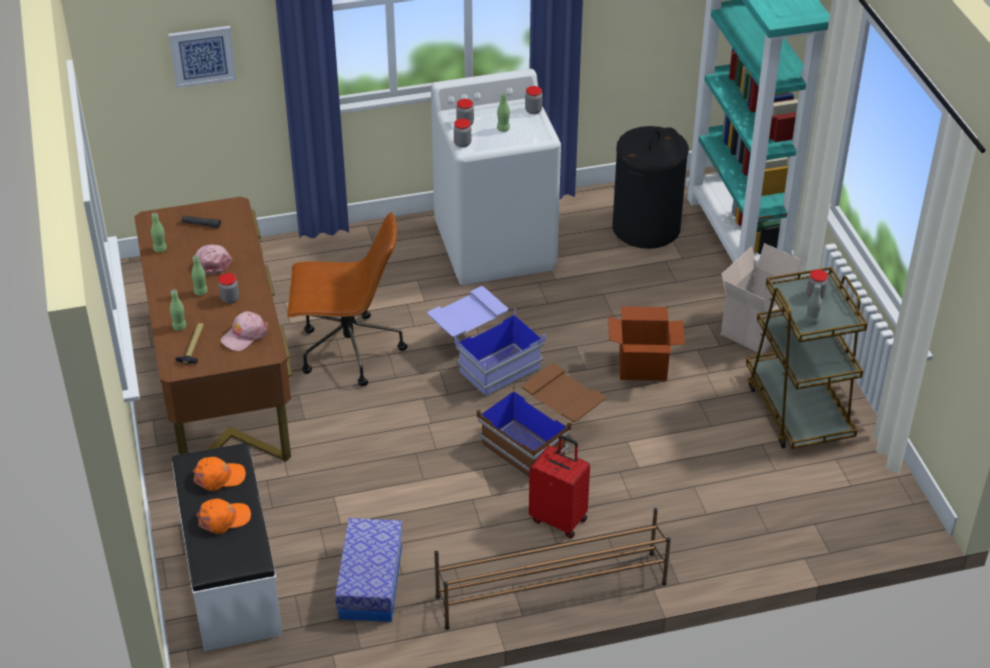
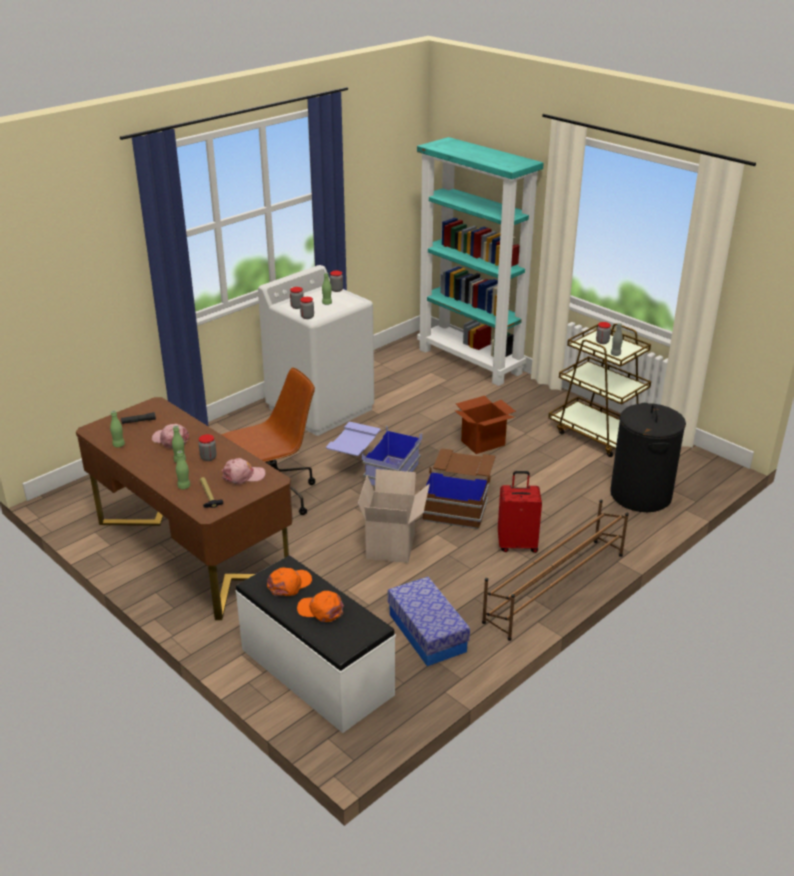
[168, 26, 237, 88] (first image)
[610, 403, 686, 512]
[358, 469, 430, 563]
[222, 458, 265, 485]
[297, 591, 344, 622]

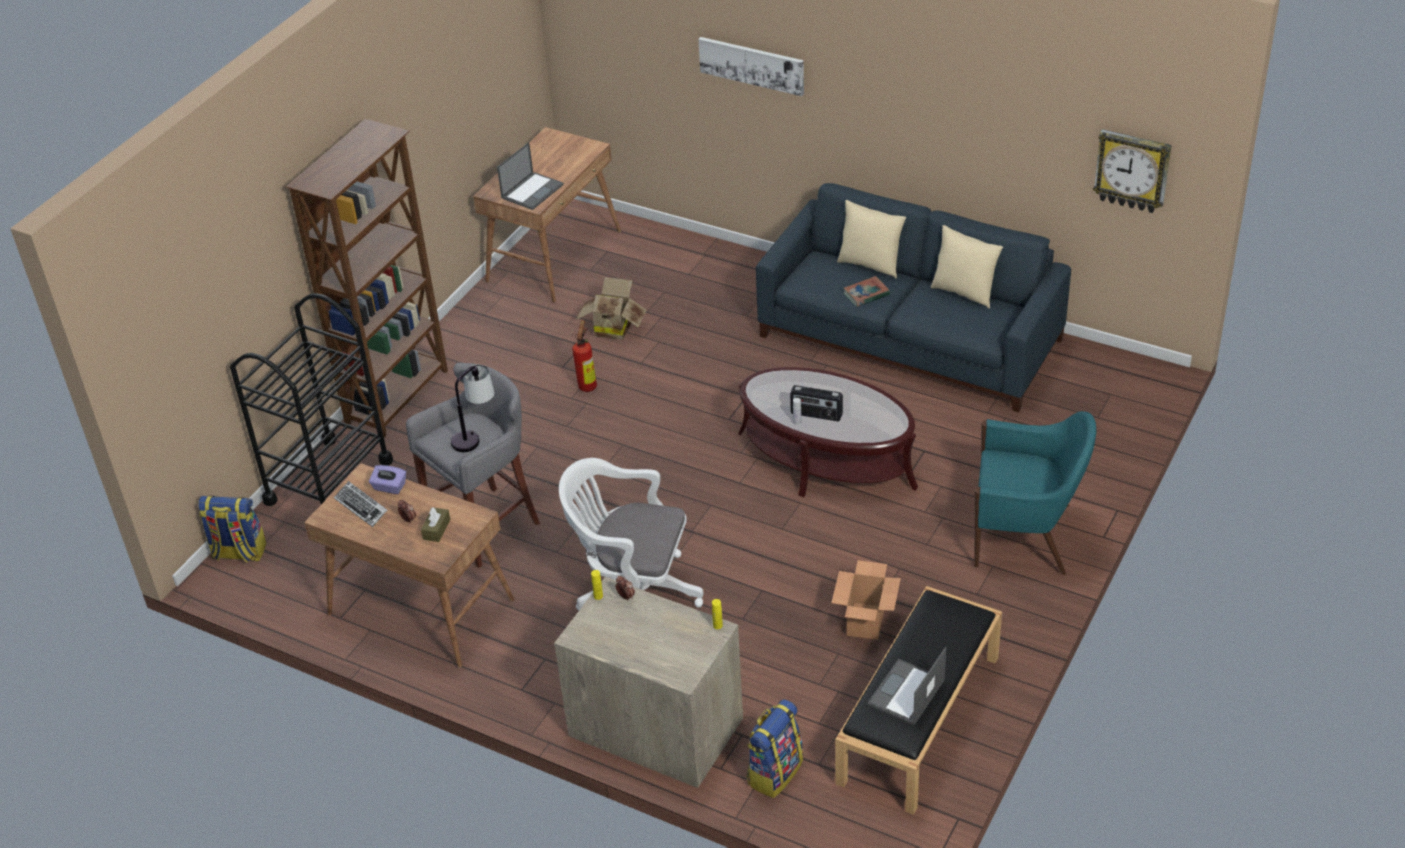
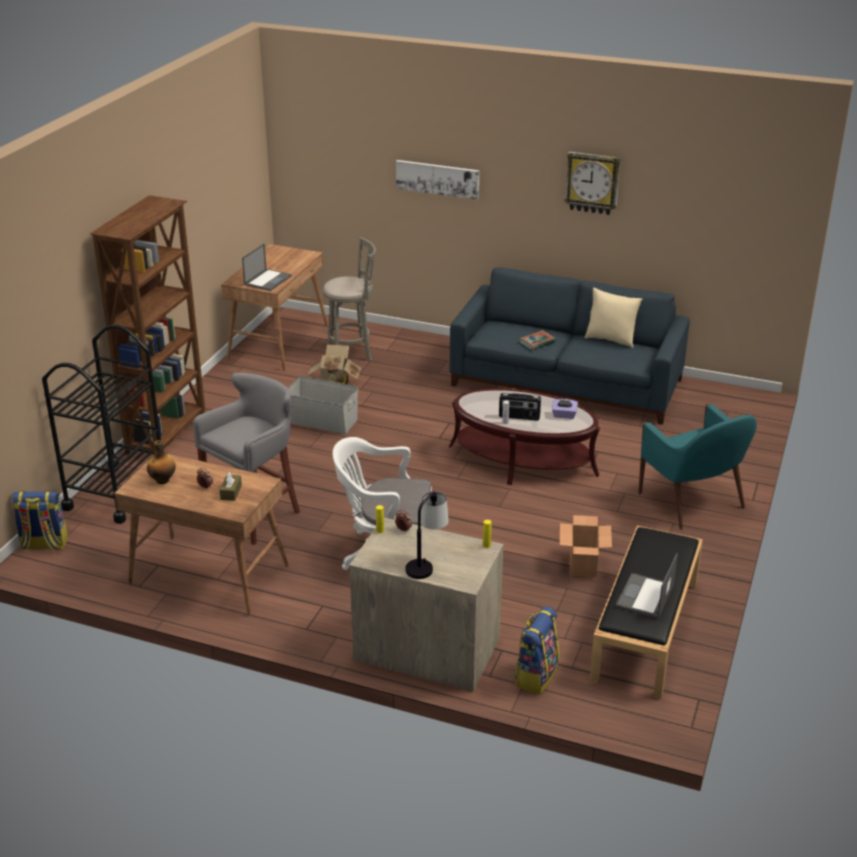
[565, 151, 621, 215]
[837, 200, 906, 278] (first image)
[288, 376, 358, 434]
[405, 491, 449, 579]
[639, 404, 757, 530]
[552, 399, 578, 419]
[147, 440, 176, 484]
[323, 237, 376, 361]

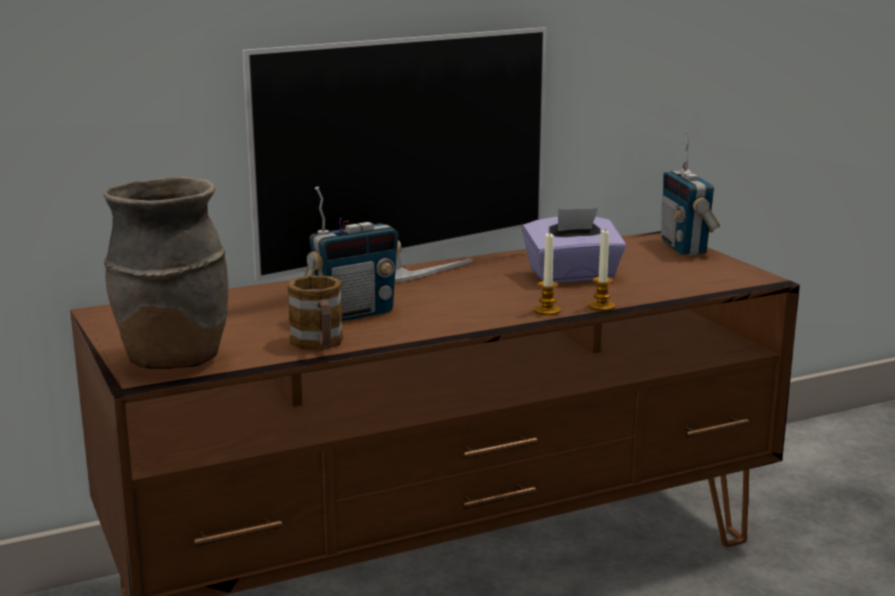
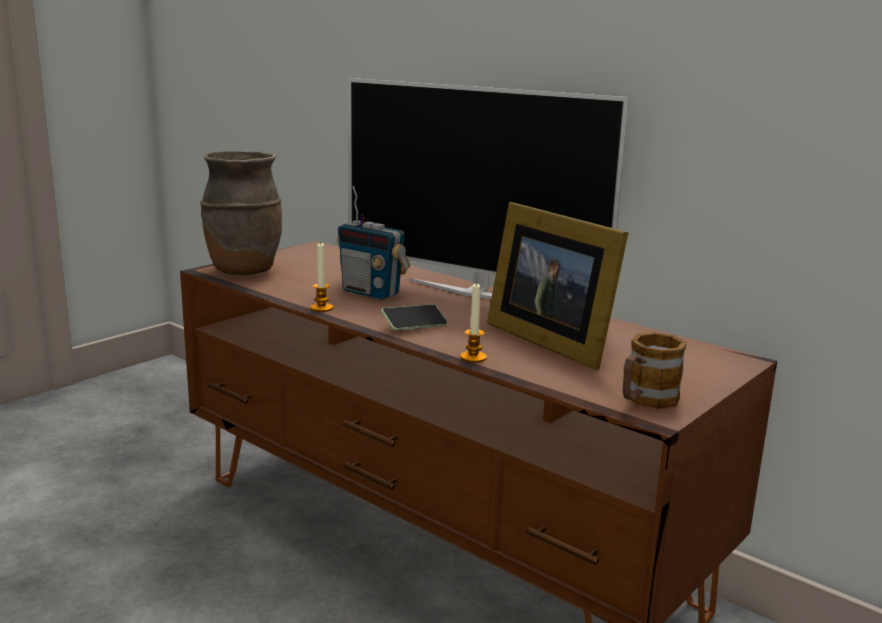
[661, 133, 720, 255] (first image)
[487, 202, 629, 370]
[310, 242, 333, 312]
[623, 332, 687, 409]
[381, 304, 448, 330]

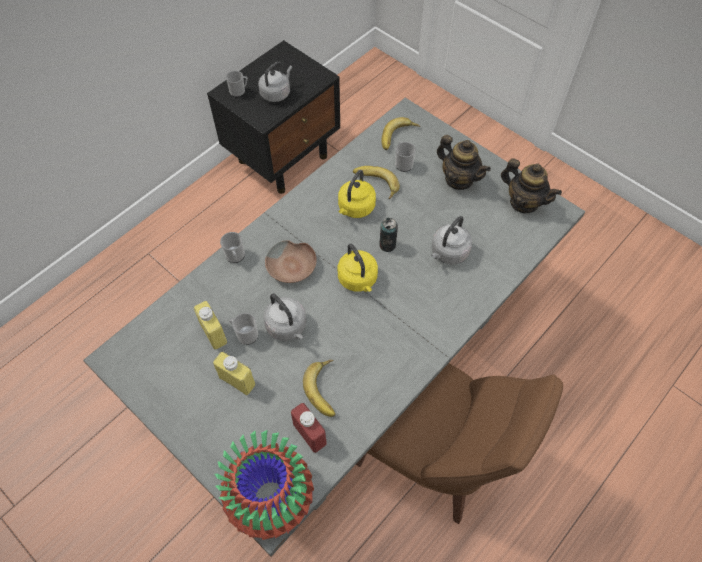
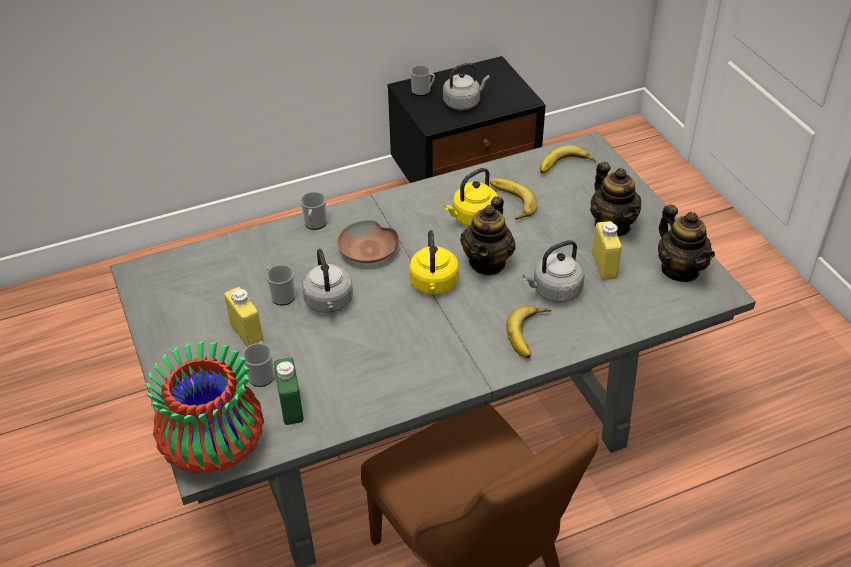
[242, 341, 275, 387]
[460, 196, 516, 275]
[592, 221, 622, 280]
[506, 305, 551, 358]
[274, 358, 303, 425]

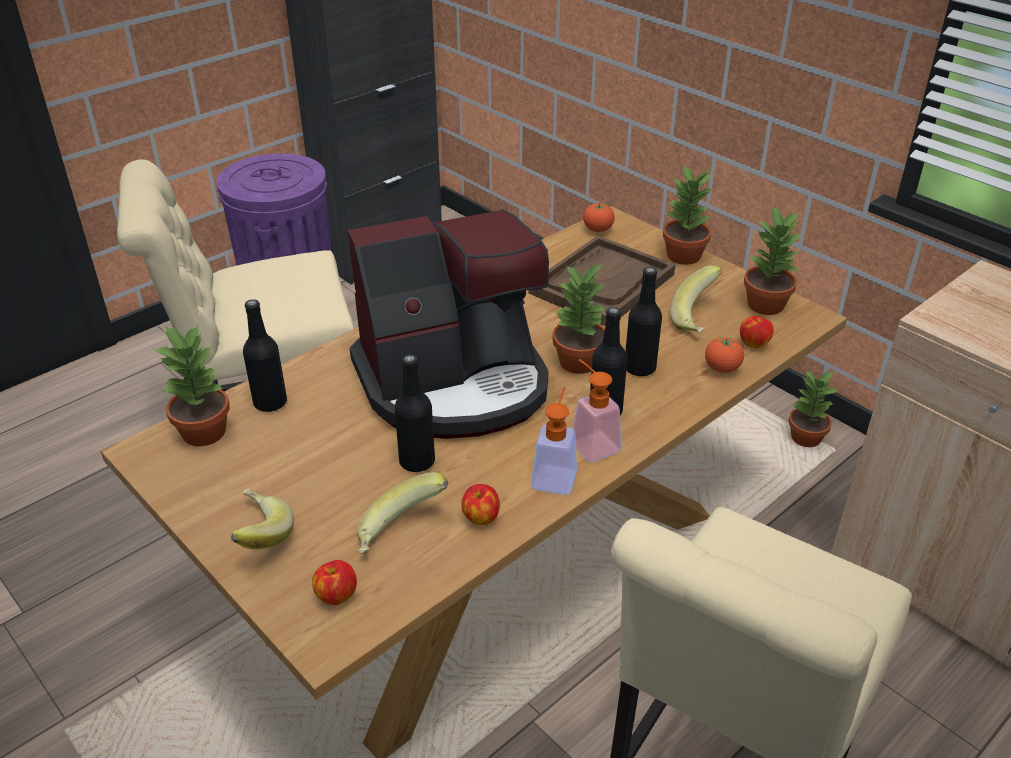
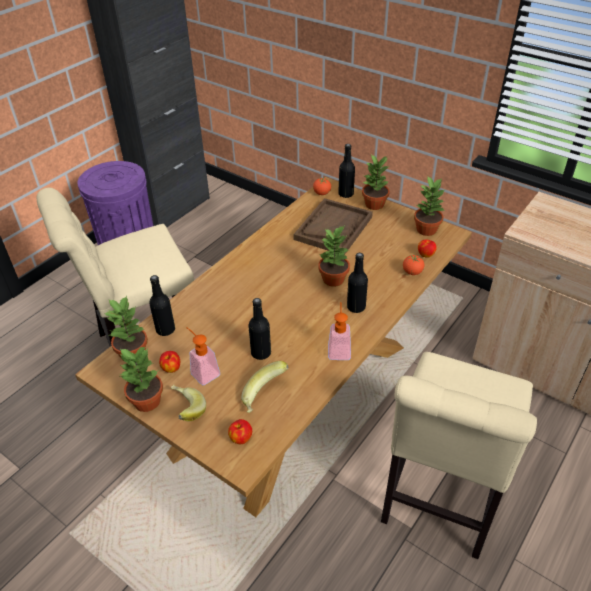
[348, 209, 549, 439] (first image)
[670, 265, 722, 334] (first image)
[338, 144, 355, 198]
[186, 327, 220, 385]
[119, 346, 163, 412]
[159, 351, 180, 373]

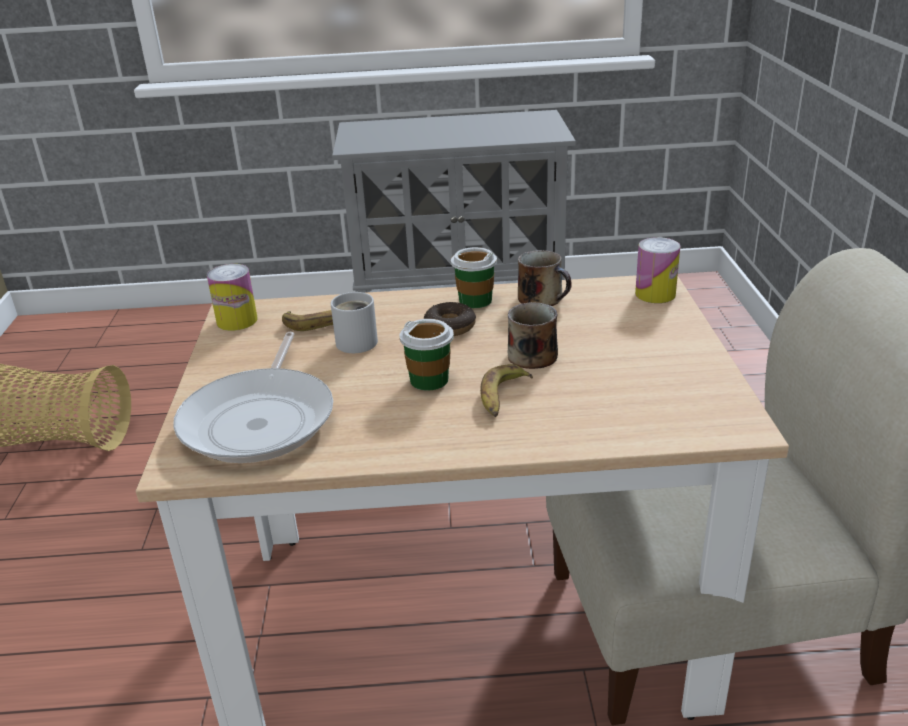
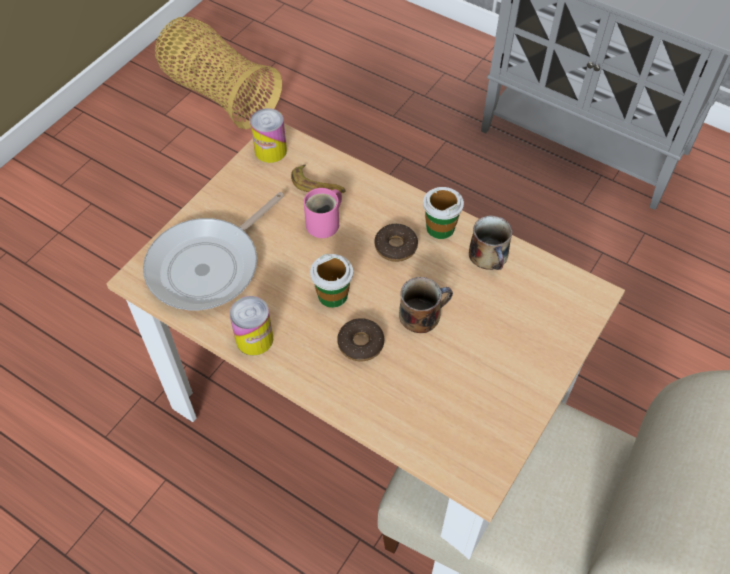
[229, 296, 273, 356]
[304, 188, 342, 238]
[337, 318, 384, 362]

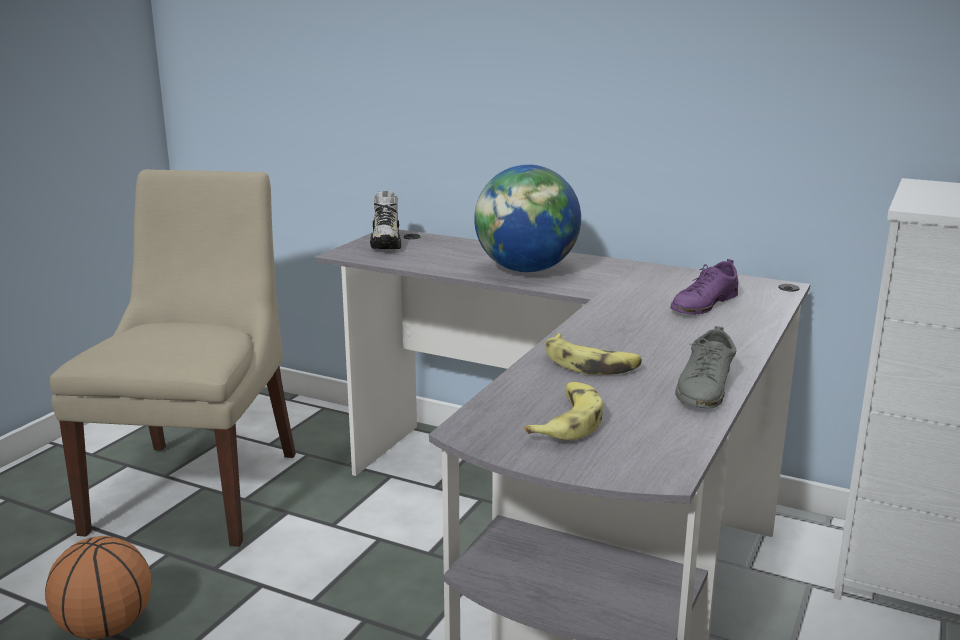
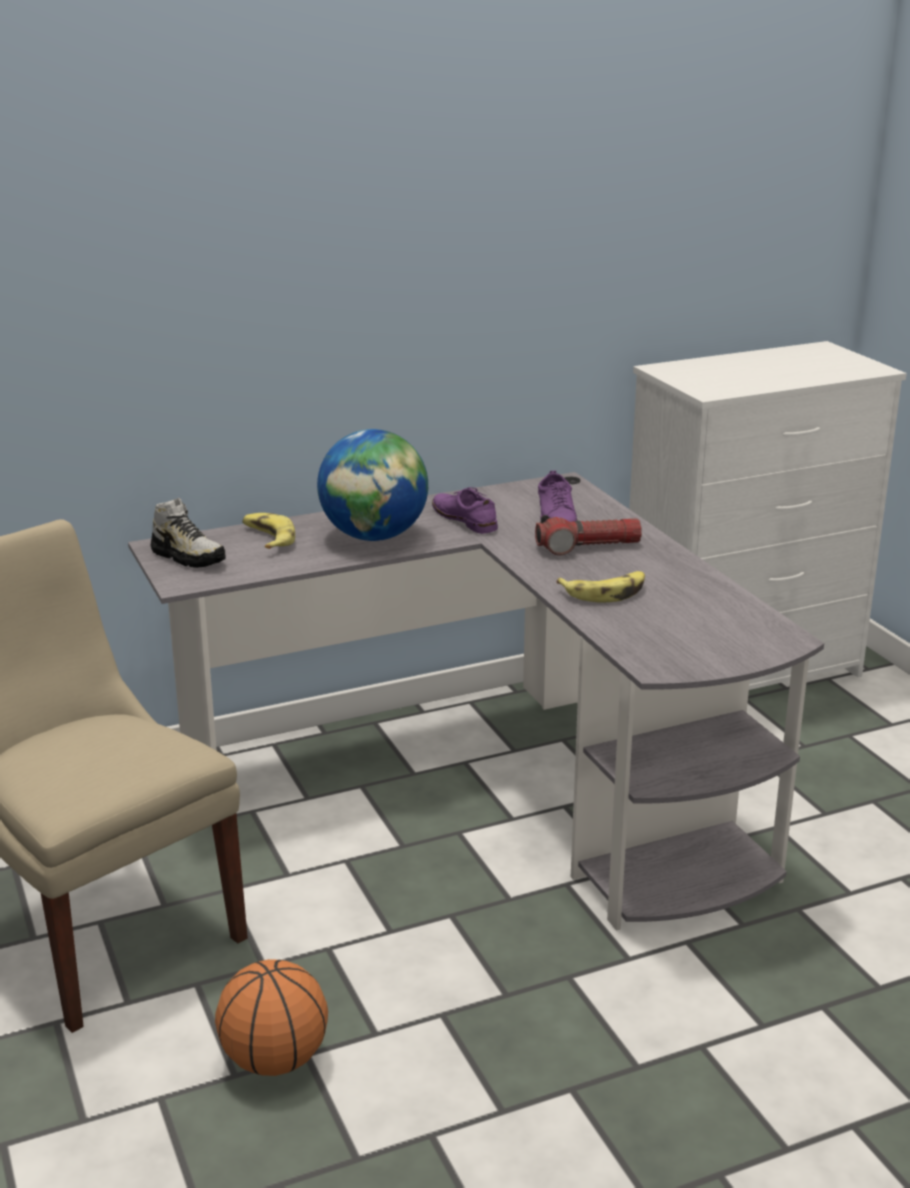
[675, 326, 736, 408] (first image)
[242, 513, 295, 549]
[432, 487, 498, 534]
[535, 515, 642, 555]

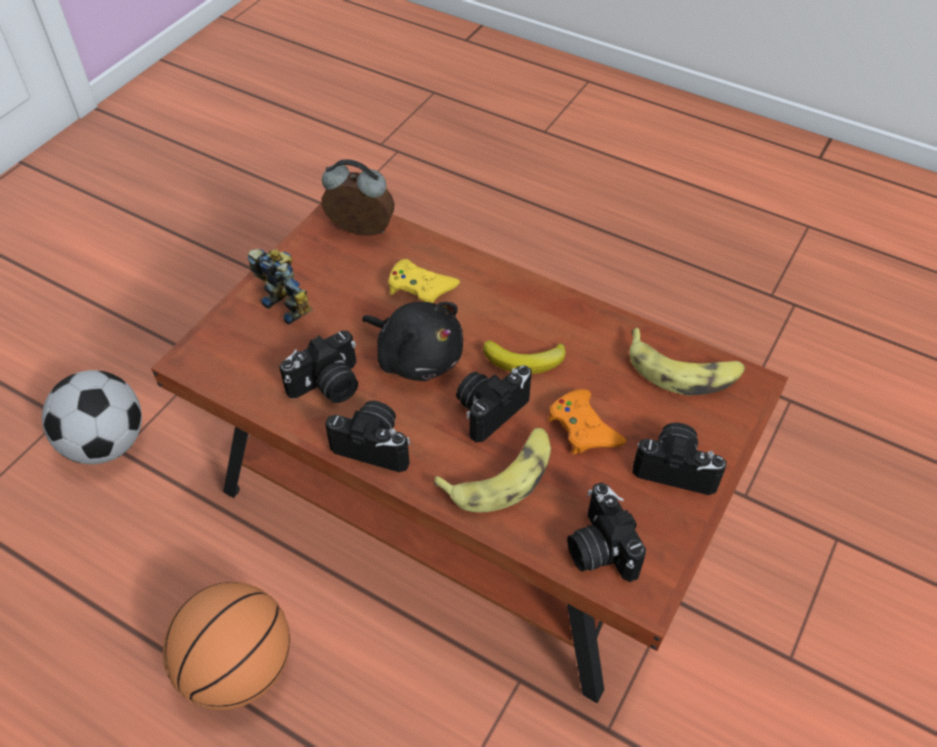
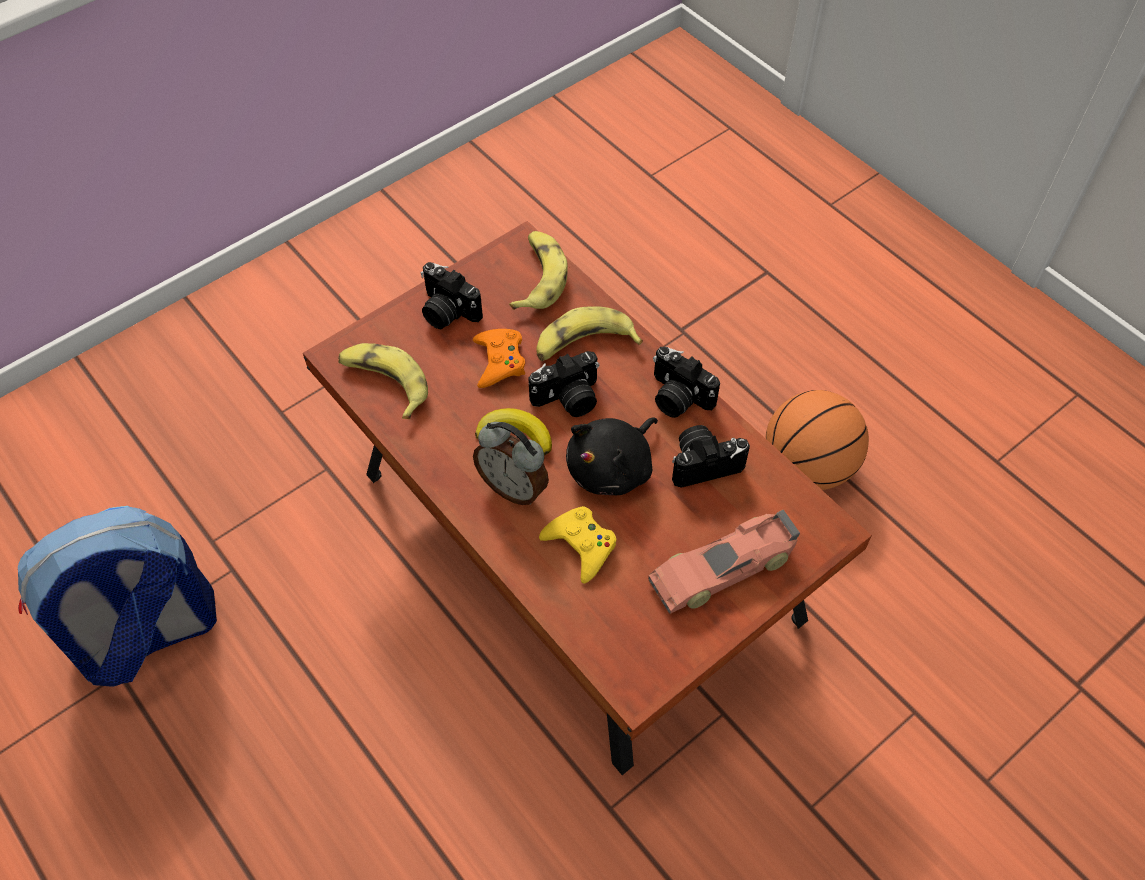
[473, 422, 549, 505]
[648, 510, 800, 614]
[566, 417, 658, 495]
[42, 370, 142, 464] (first image)
[509, 231, 568, 310]
[18, 506, 217, 687]

